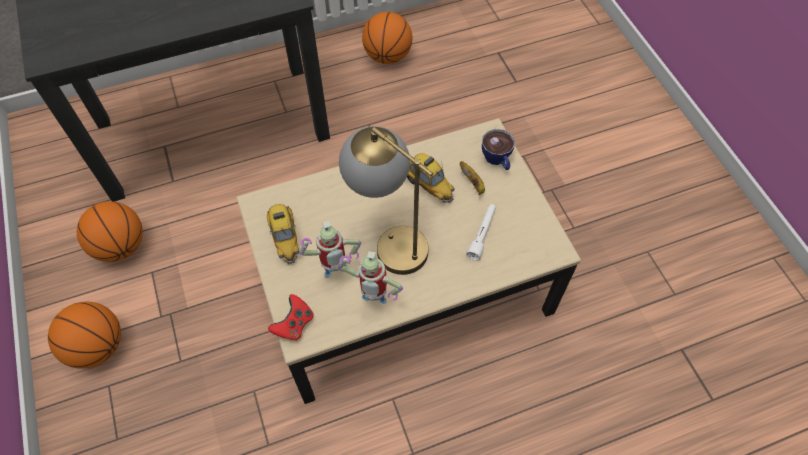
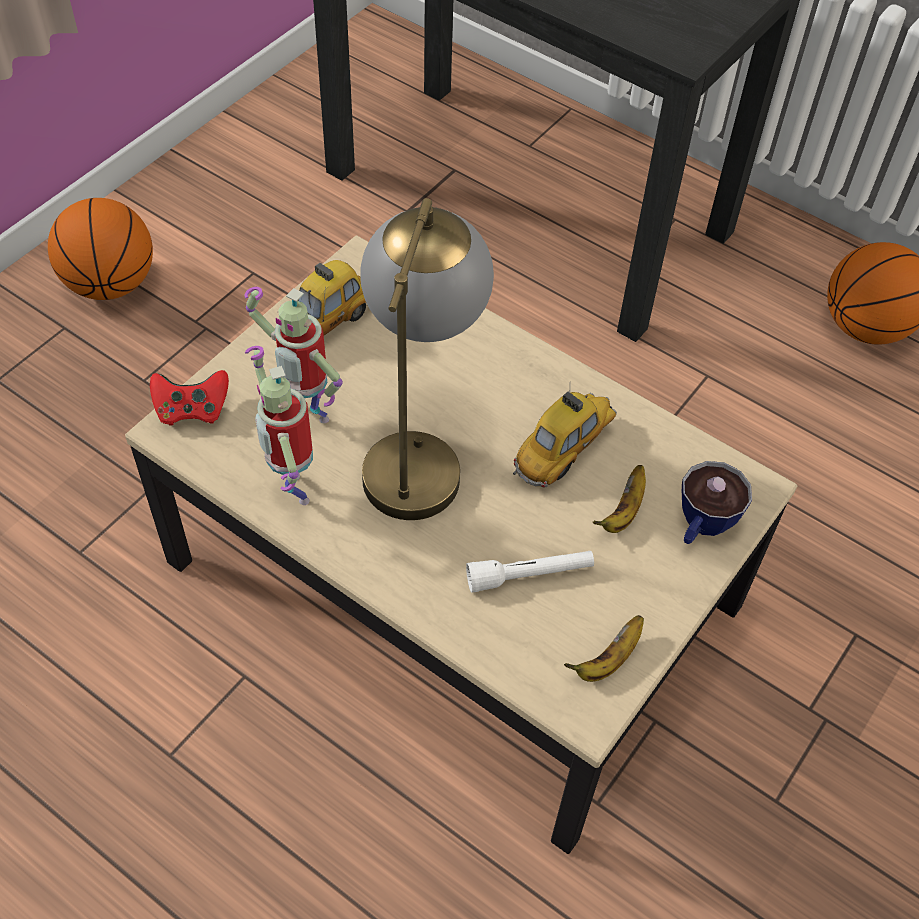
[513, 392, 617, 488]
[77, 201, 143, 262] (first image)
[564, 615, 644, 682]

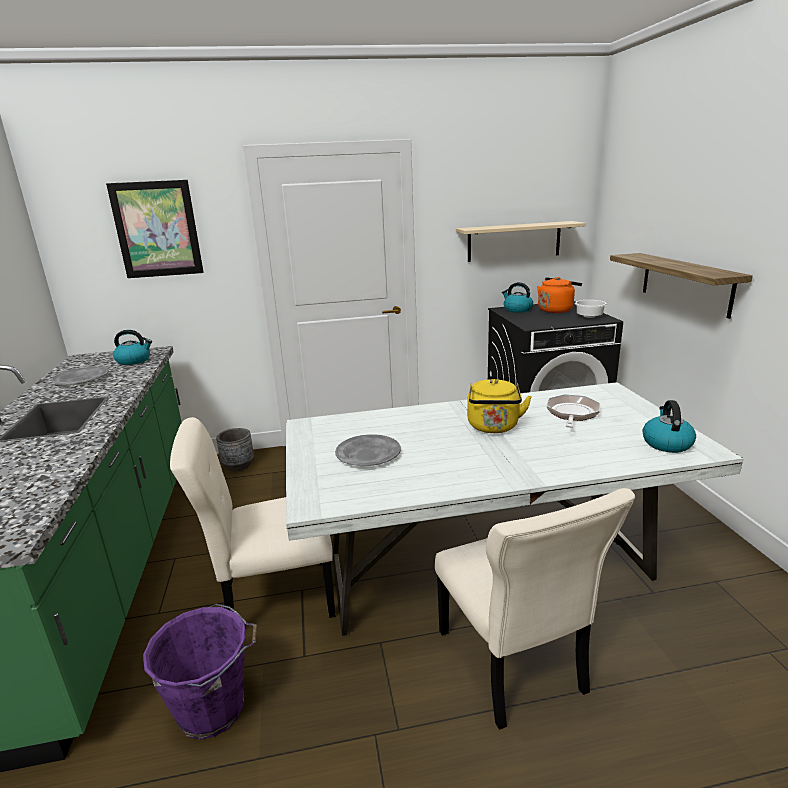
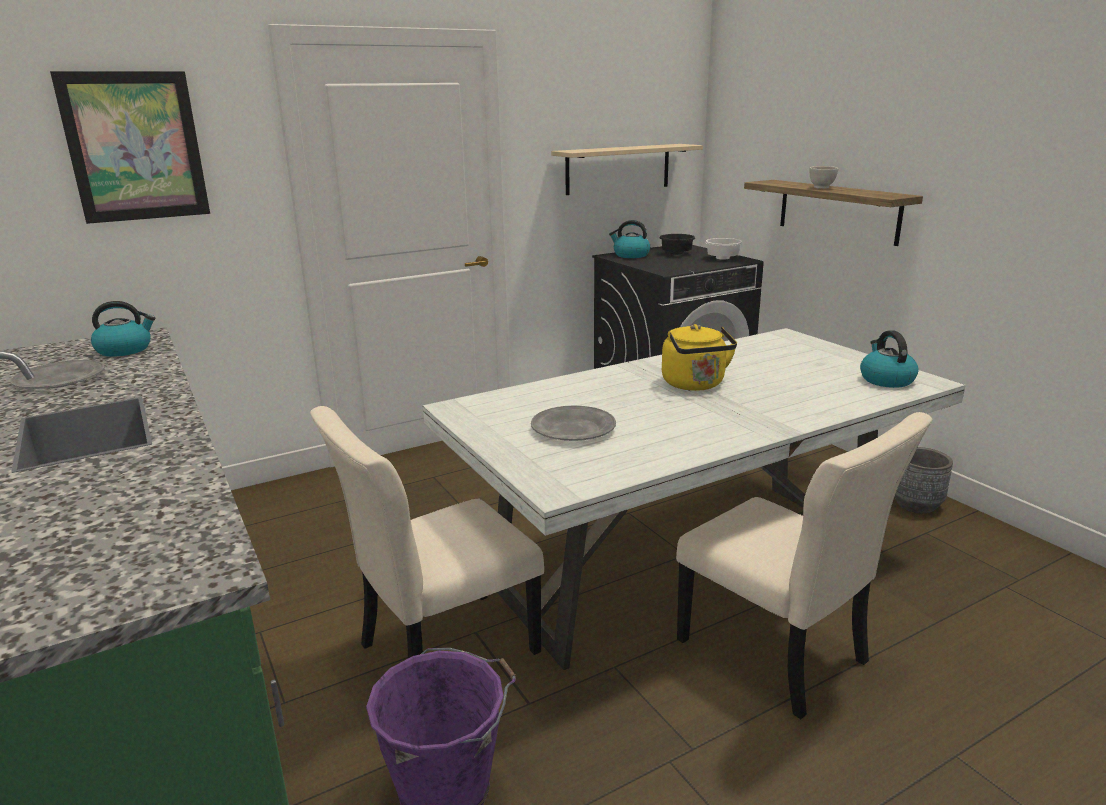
[660, 234, 695, 254]
[547, 394, 600, 428] (first image)
[895, 447, 953, 514]
[809, 166, 838, 189]

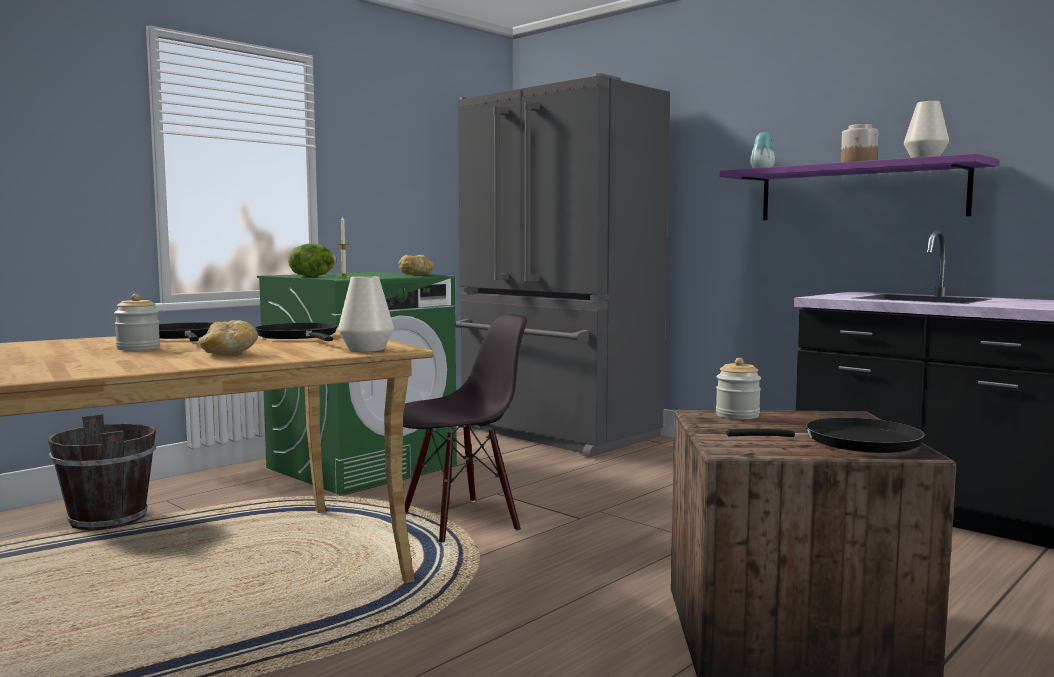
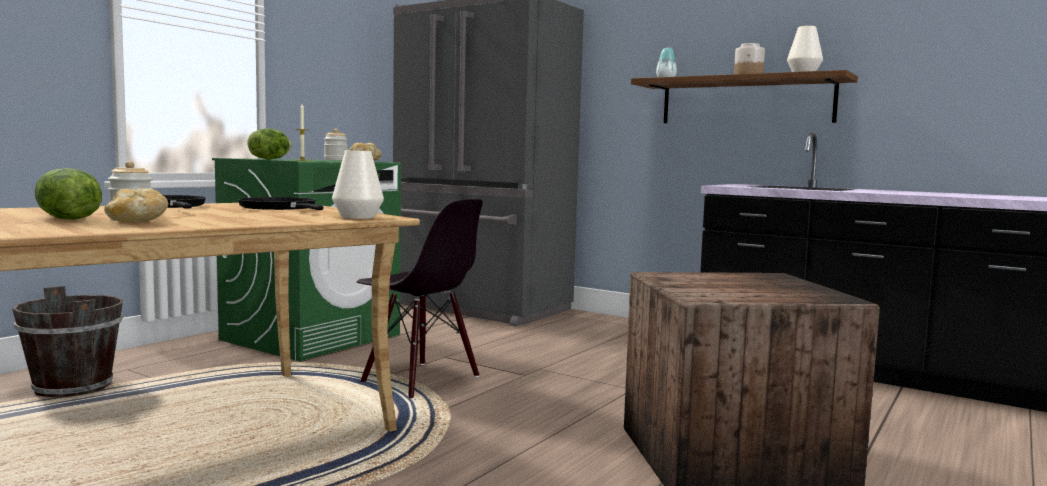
[631, 70, 858, 123]
[357, 199, 483, 399]
[104, 188, 168, 222]
[324, 129, 348, 160]
[726, 418, 925, 453] (first image)
[35, 168, 102, 220]

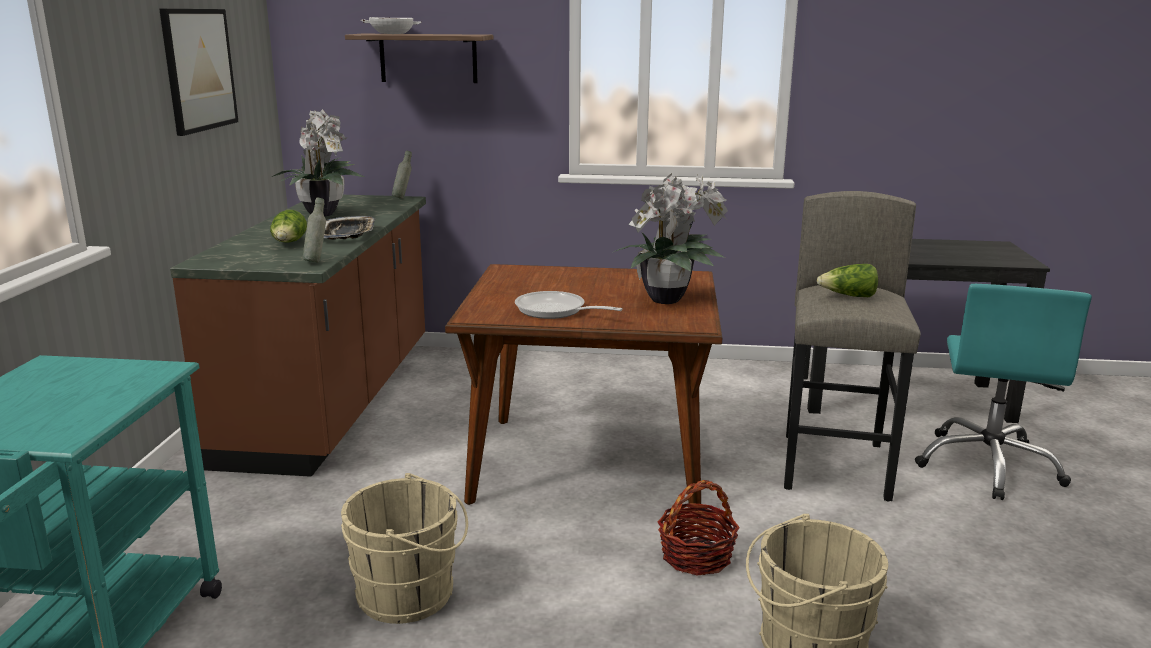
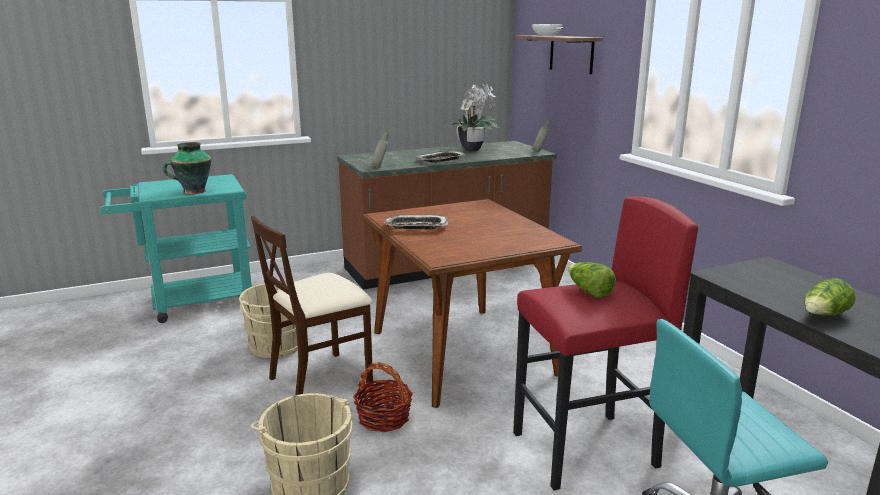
[159, 9, 238, 136] (first image)
[614, 173, 728, 304] (first image)
[513, 196, 698, 490]
[804, 278, 856, 316]
[384, 215, 449, 229]
[163, 142, 211, 194]
[251, 216, 373, 395]

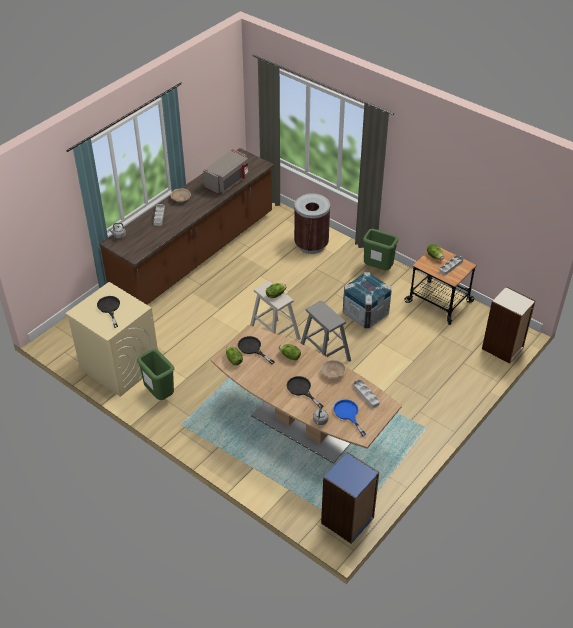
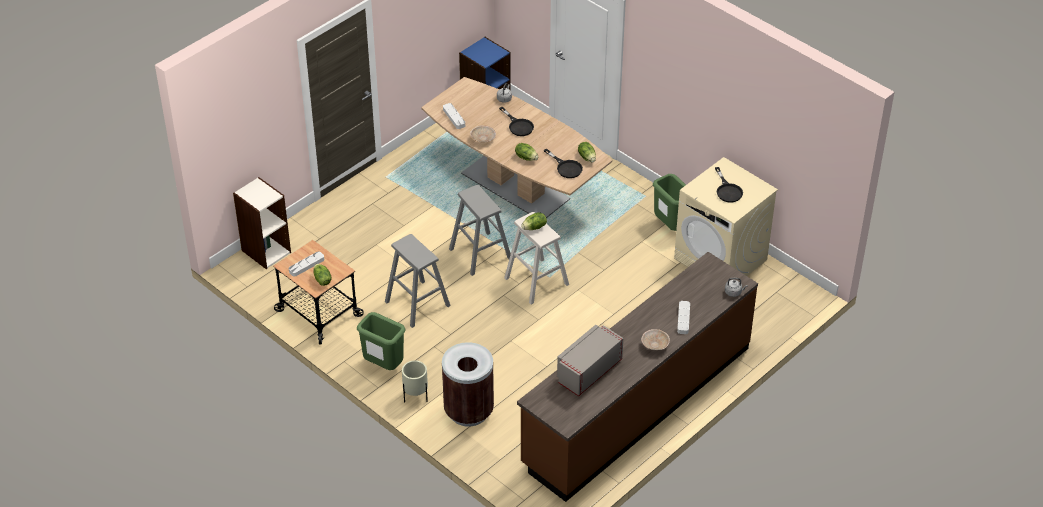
[385, 234, 451, 328]
[334, 400, 366, 436] (first image)
[402, 360, 428, 403]

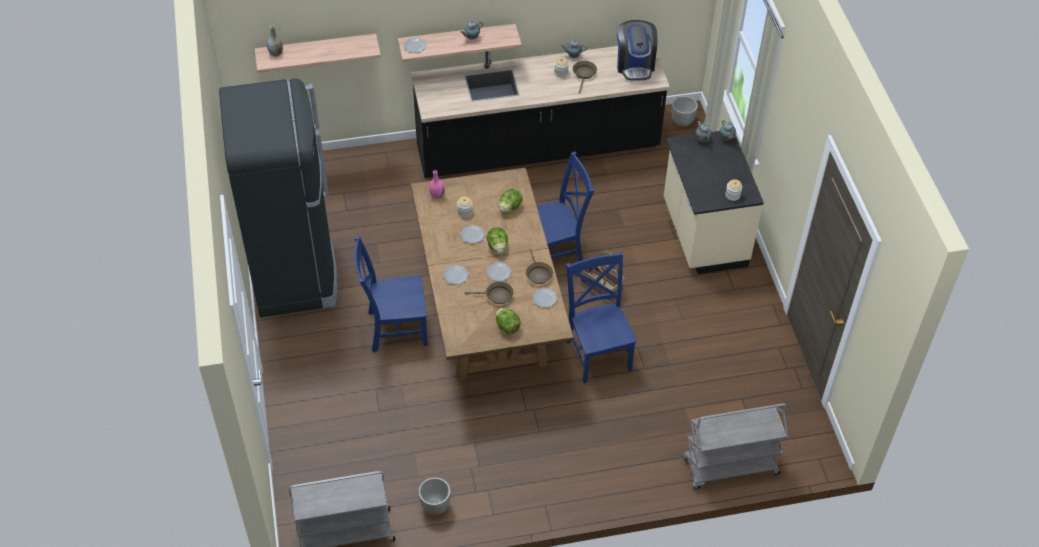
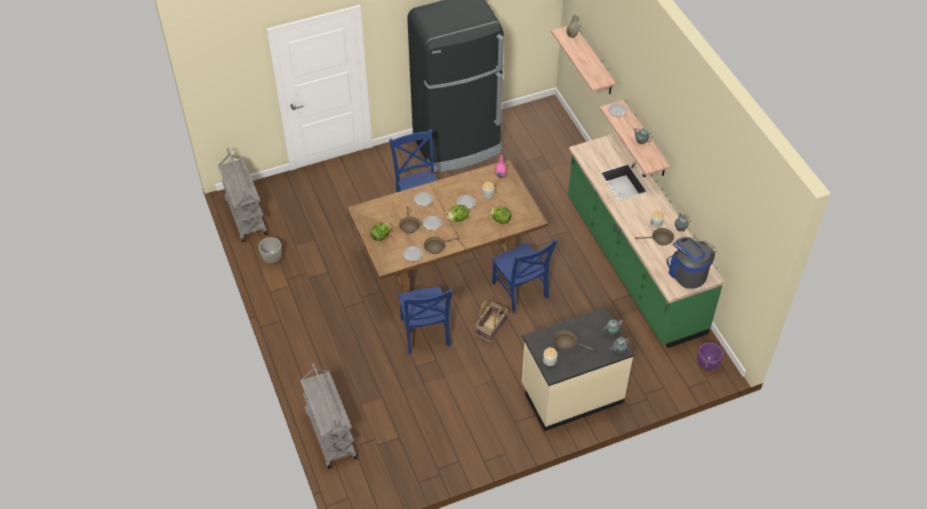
[666, 237, 715, 289]
[568, 133, 724, 348]
[698, 342, 723, 371]
[398, 286, 452, 354]
[554, 330, 594, 351]

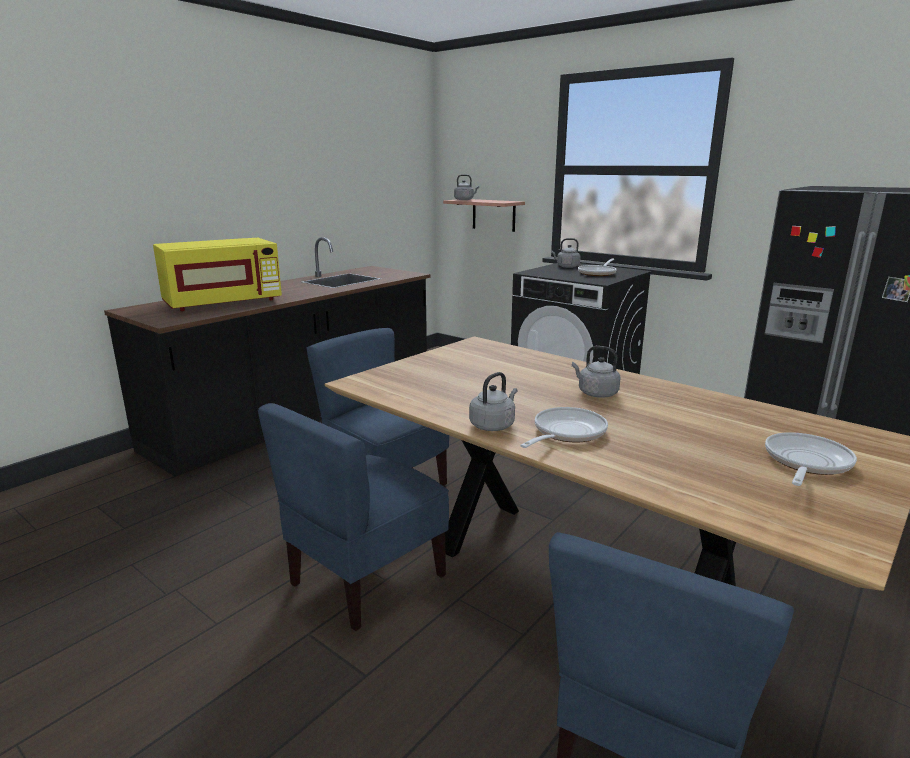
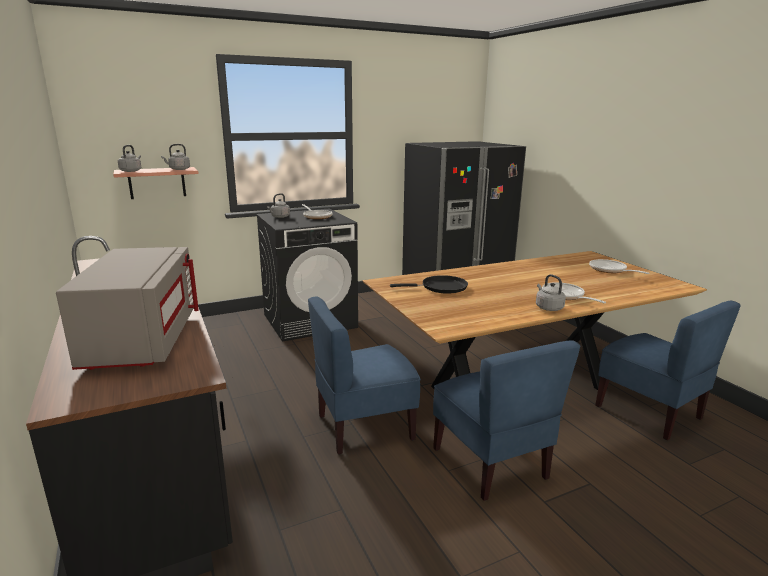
[56, 247, 199, 370]
[161, 144, 190, 170]
[390, 275, 468, 294]

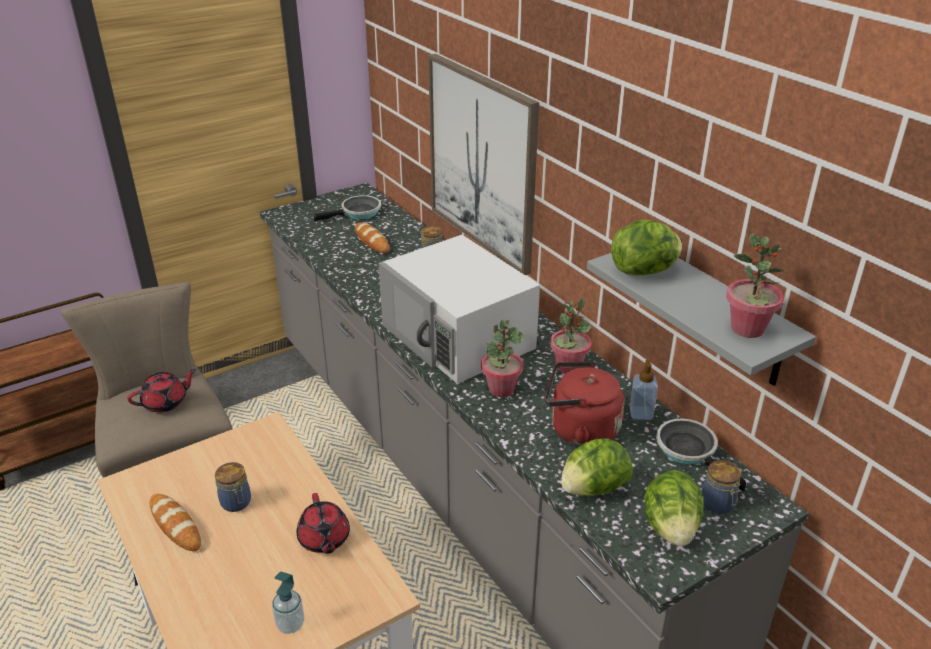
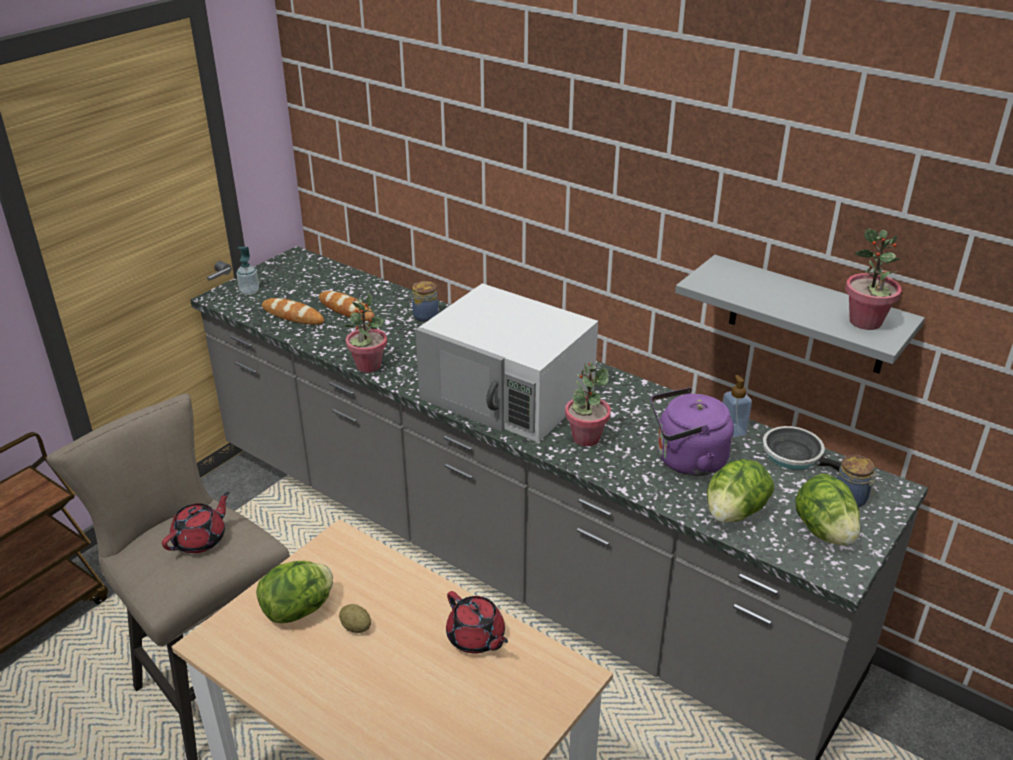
[428, 54, 539, 275] (first image)
[314, 195, 381, 221] (first image)
[256, 561, 333, 623]
[344, 293, 387, 373]
[651, 387, 734, 476]
[339, 604, 371, 633]
[262, 298, 324, 325]
[237, 247, 259, 295]

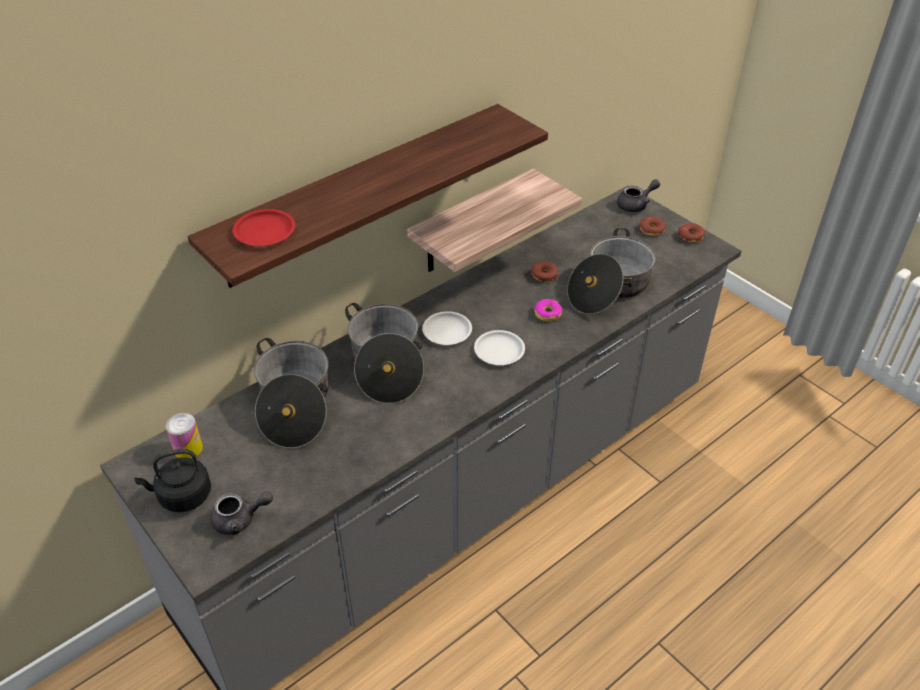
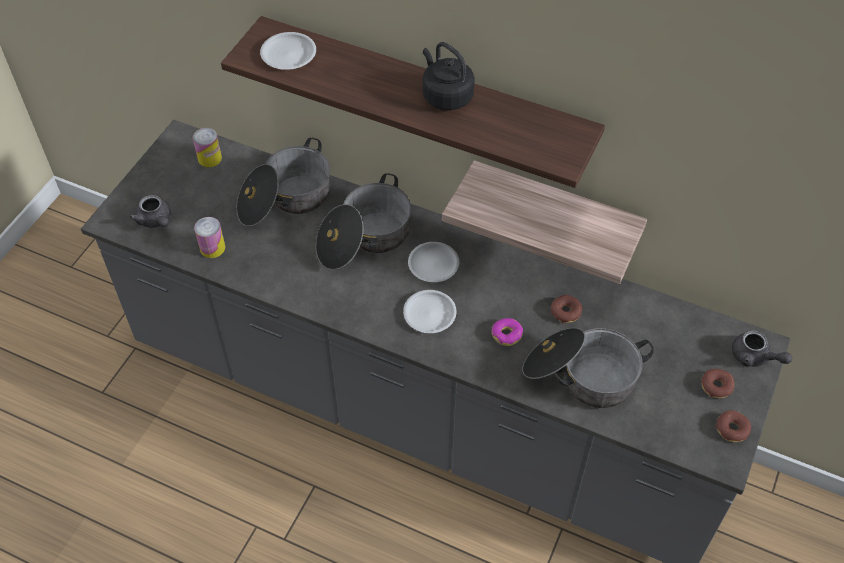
[260, 32, 316, 70]
[422, 42, 475, 110]
[194, 217, 225, 258]

